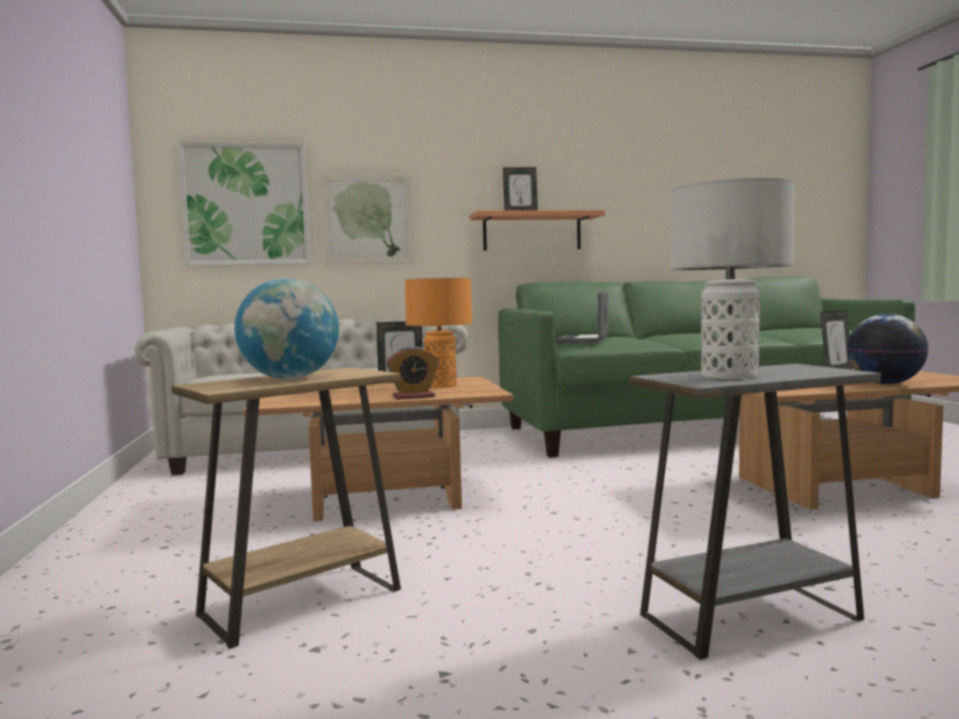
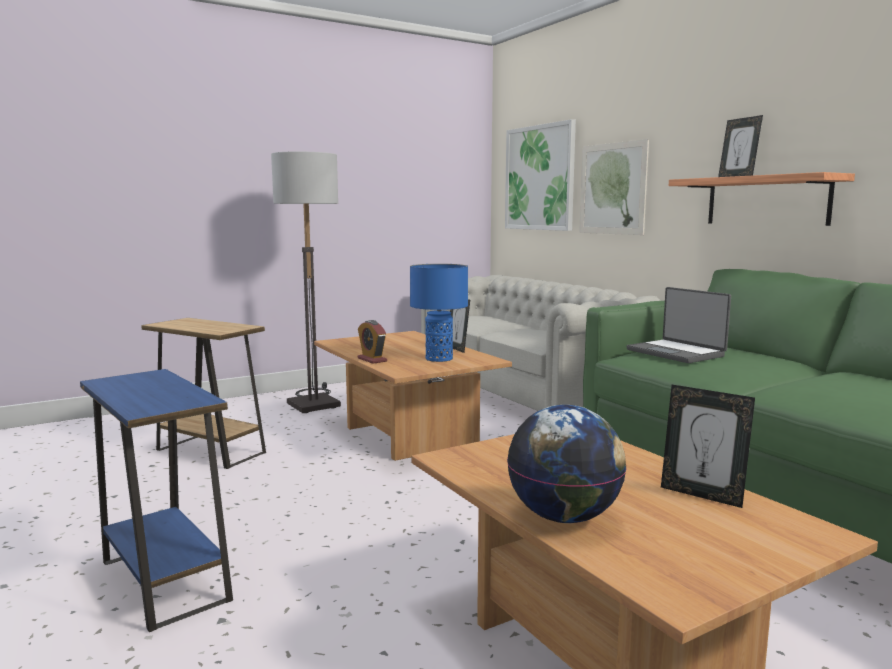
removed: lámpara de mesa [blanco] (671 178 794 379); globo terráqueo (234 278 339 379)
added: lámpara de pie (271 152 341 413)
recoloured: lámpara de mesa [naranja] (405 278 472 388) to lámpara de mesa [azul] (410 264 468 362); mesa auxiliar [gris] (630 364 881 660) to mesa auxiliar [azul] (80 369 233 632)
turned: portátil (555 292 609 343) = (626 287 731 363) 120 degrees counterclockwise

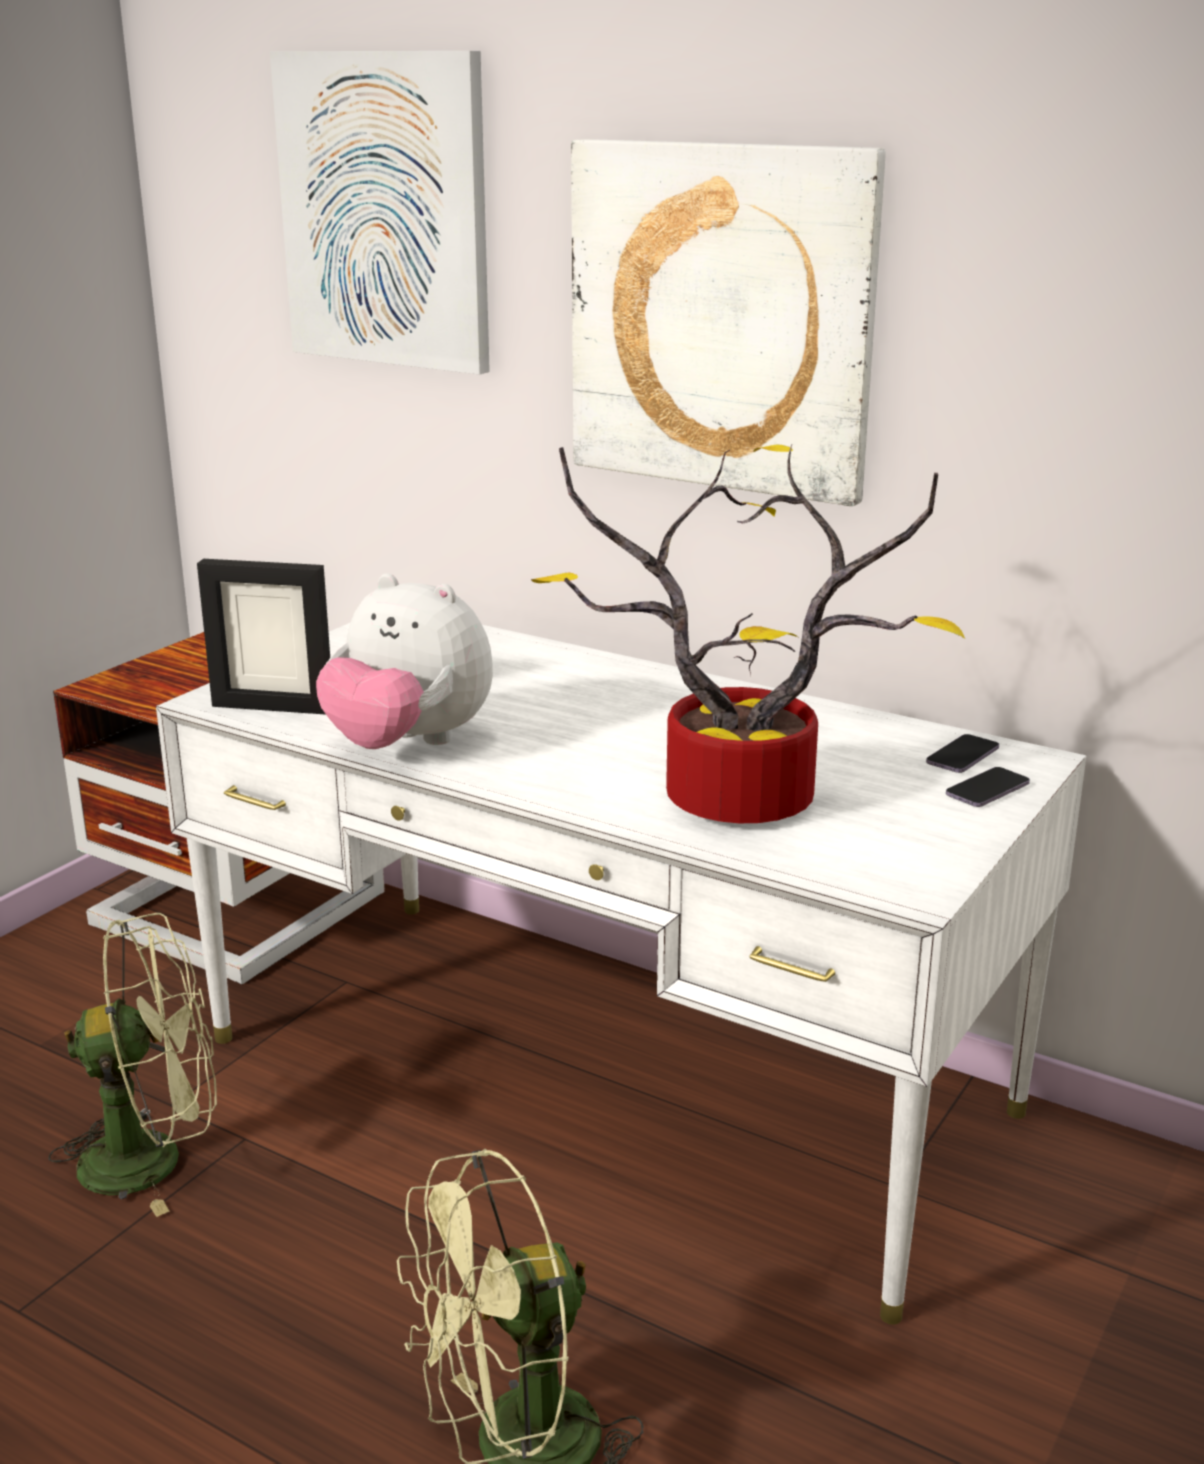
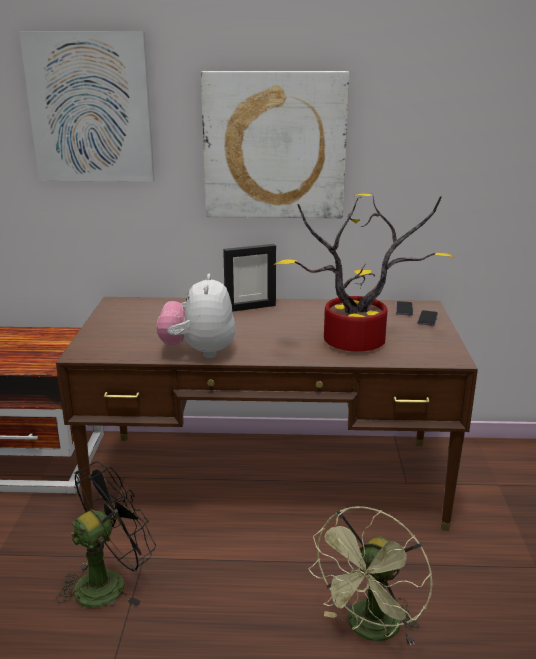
moved: portarretratos (197 559 330 715) to (223 244 276 312)
recoloured: escritorio [blanco] (156 622 1086 1325) to escritorio [marrón] (56 297 478 531); ventilador [verde] (48 913 217 1217) to ventilador [negro] (56 462 156 608)
turned: peluche (316 573 493 749) = (157 274 235 358) 90 degrees clockwise

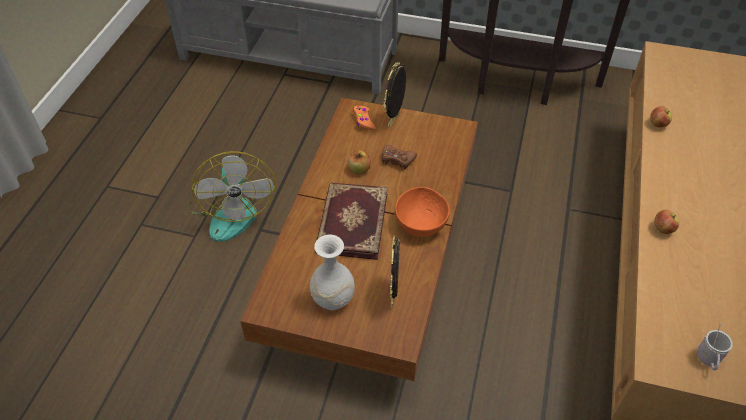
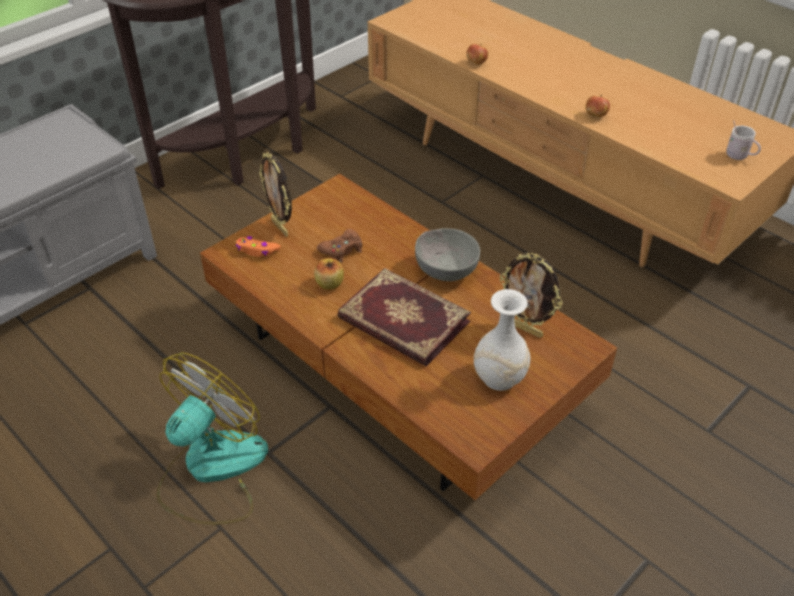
recoloured: cuenco [naranja] (395 187 450 237) to cuenco [gris] (415 228 480 281)
turned: ventilador (187 151 276 242) = (157 352 269 525) 75 degrees counterclockwise

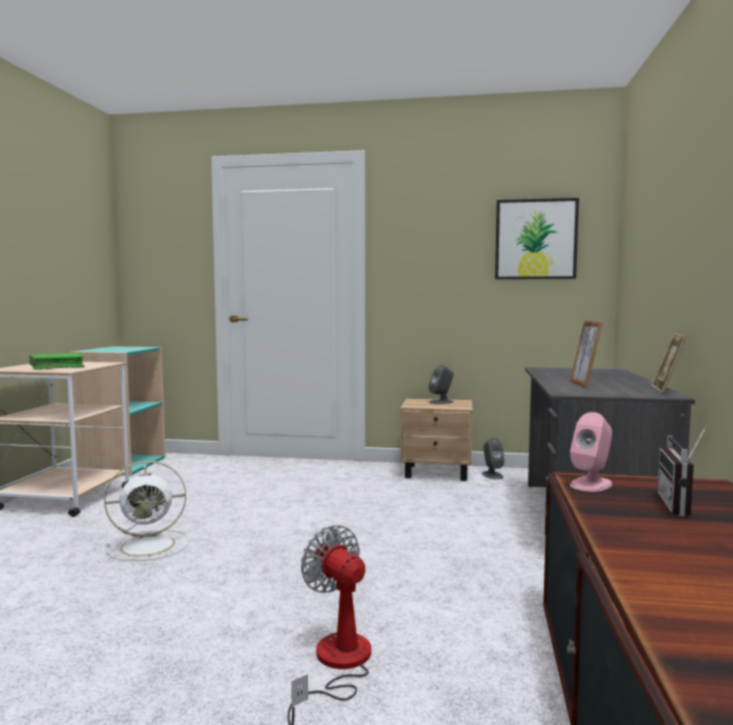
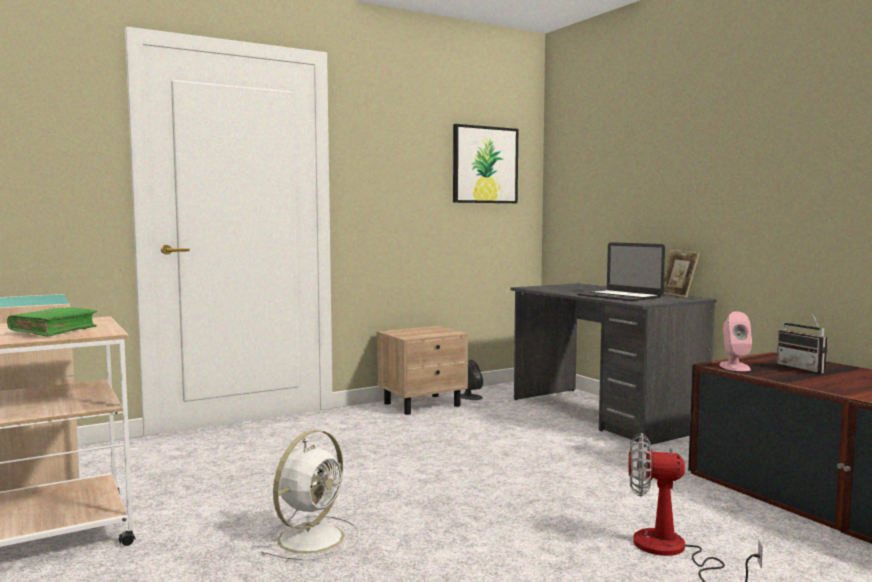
removed: altavoz [gris] (429 364 454 404)
replaced: portarretratos (570 320 603 388) to portátil (577 242 665 301)

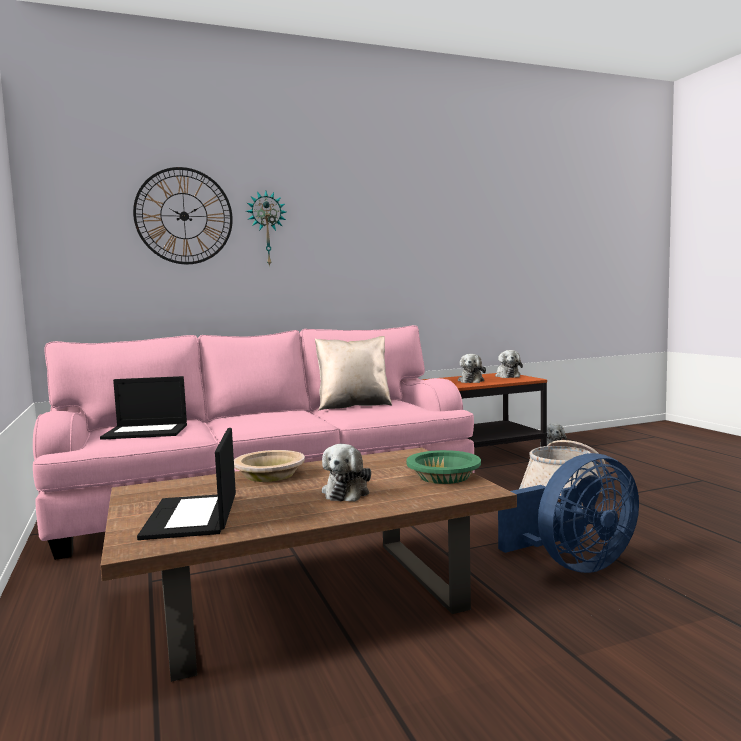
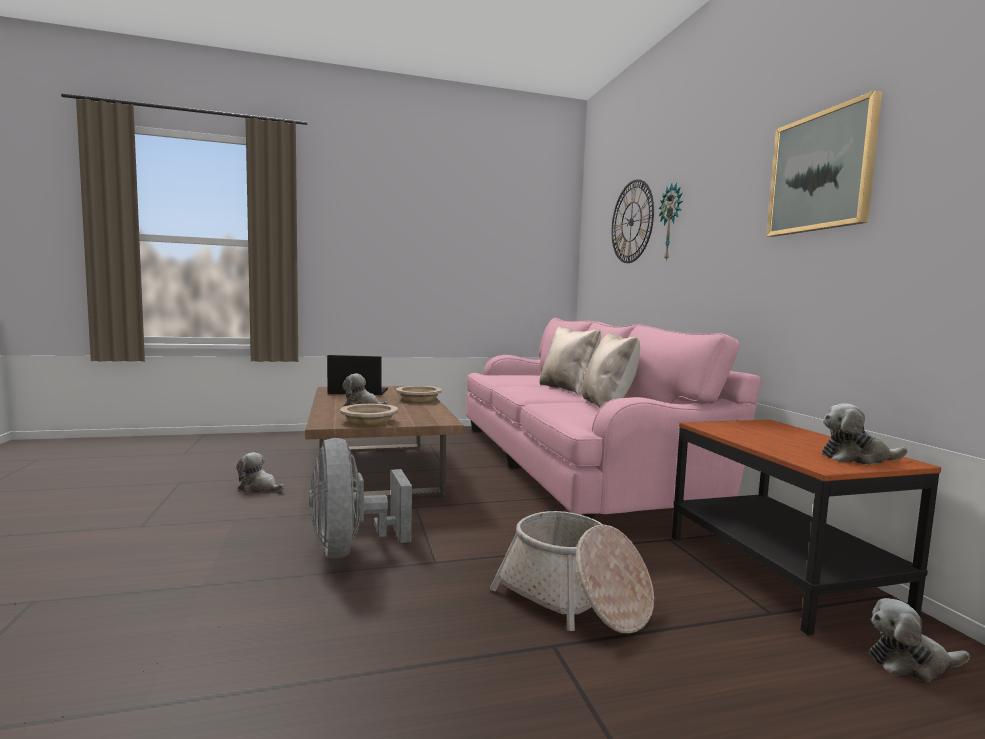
removed: portátil (100 376 187 440)
added: cuadro (767 90 882 237); cojín [beis] (540 326 601 394)
moved: peluche (458 354 486 383) to (236 452 285 493)
recoloured: cuenco [verde] (406 450 481 484) to cuenco [beis] (340 404 398 426); ventilador [azul] (498 453 639 573) to ventilador [gris] (309 438 412 559)

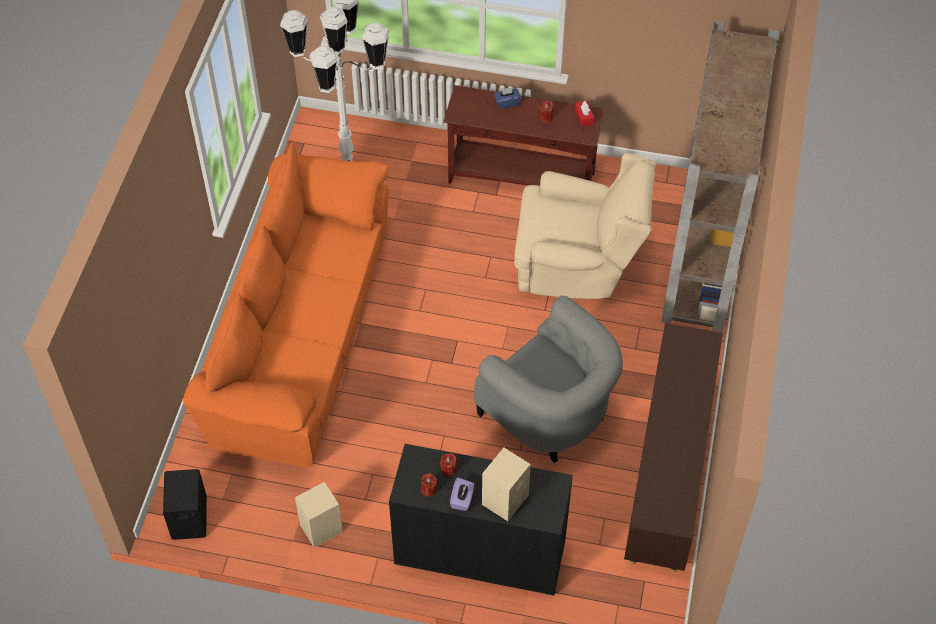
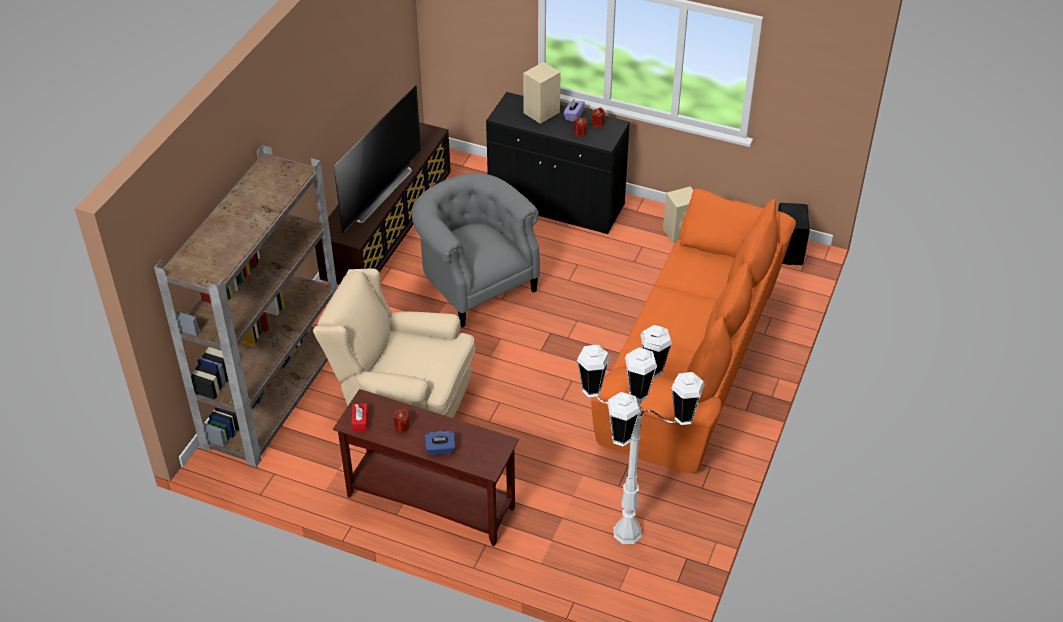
added: televisor (334 85 421 234)

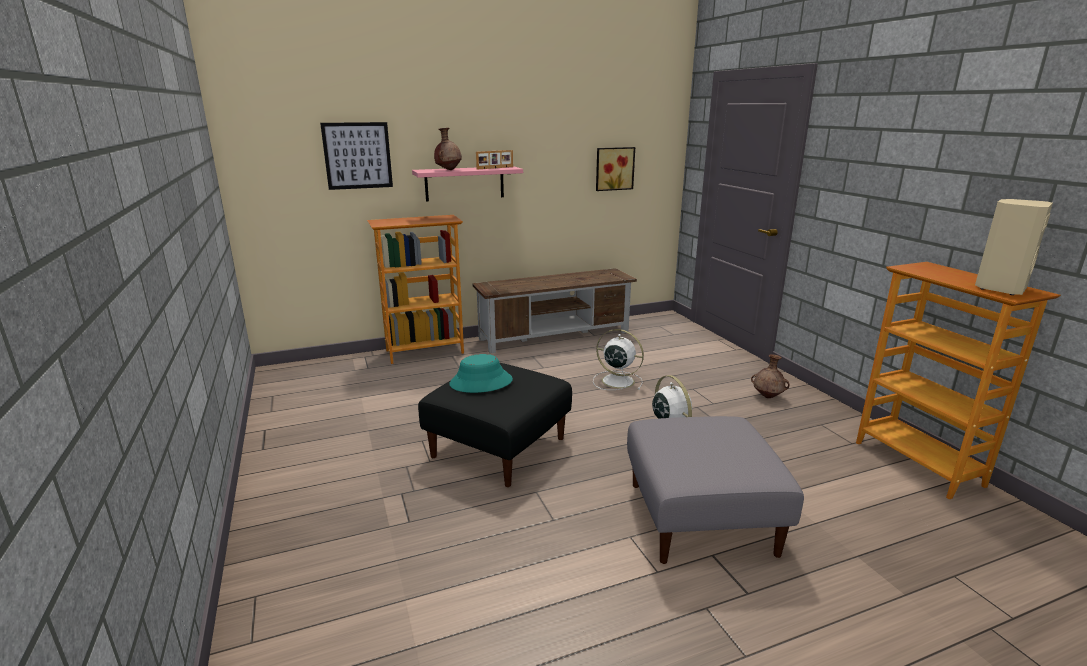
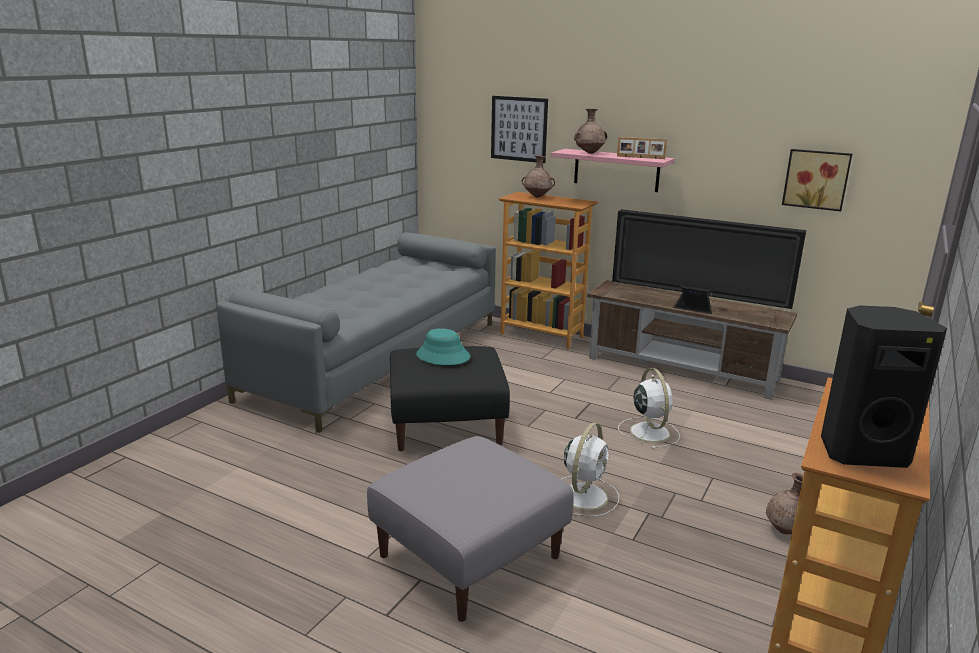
added: florero [marrón] (521 156 555 198); televisor (612 209 806 314); sofá [gris] (216 232 496 433)
recoloured: altavoz [beis] (975 199 1053 295) to altavoz [negro] (821 306 947 468)

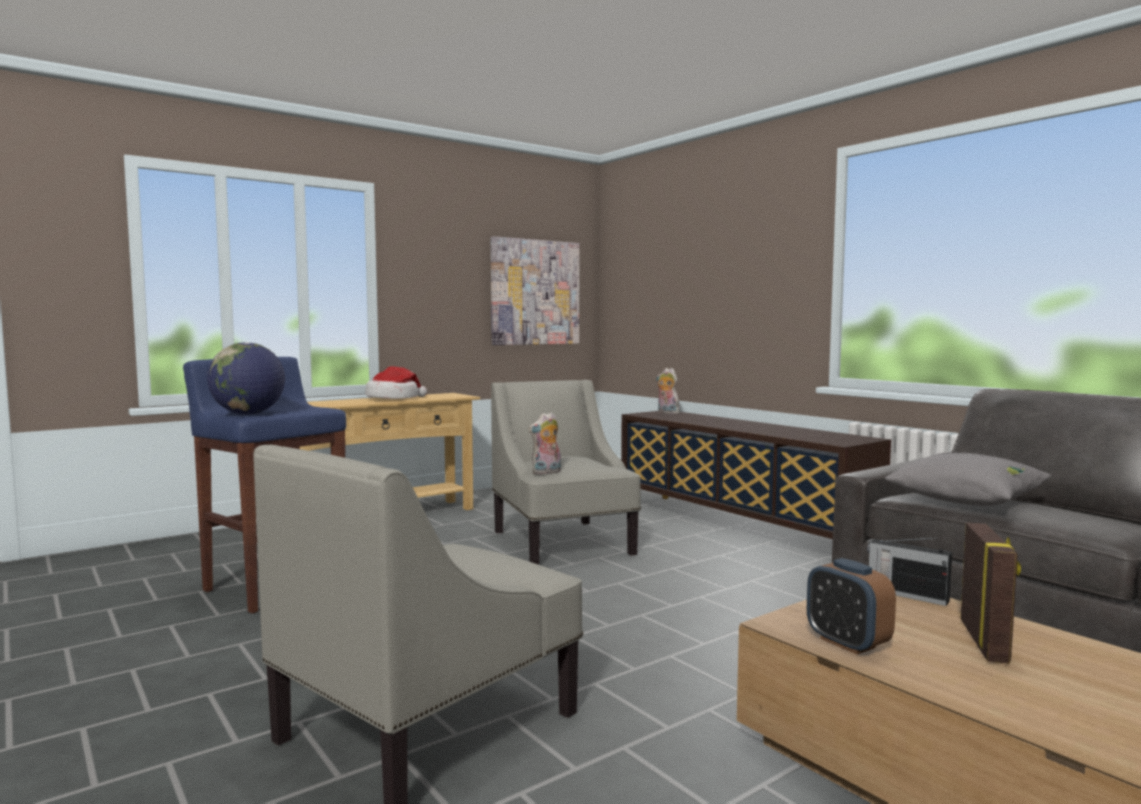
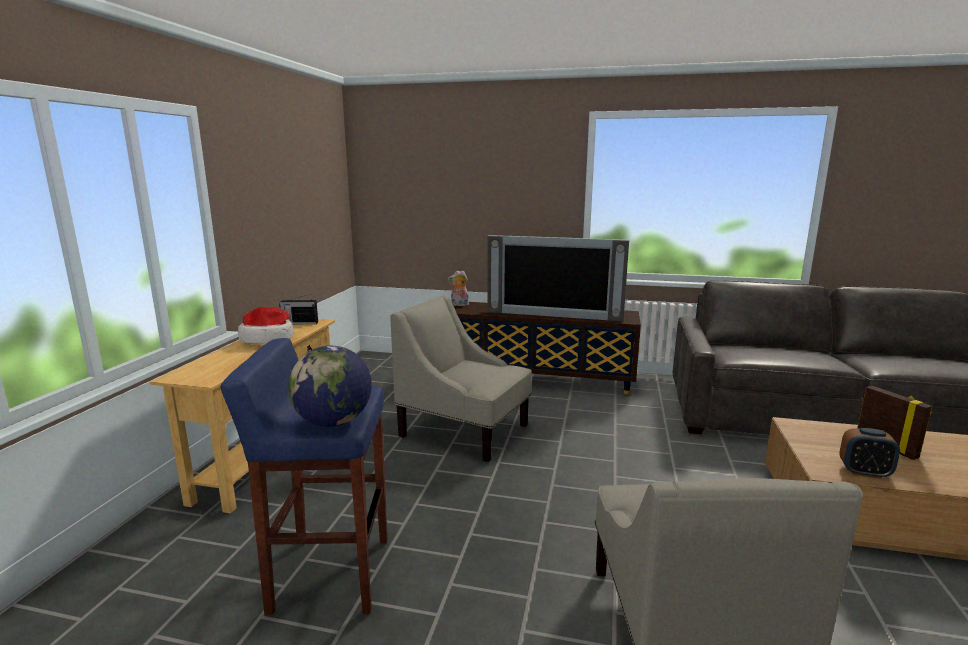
removed: cuadro (490 236 579 345); peluche (528 413 561 474); cojín [gris] (885 452 1051 506)
added: televisor (487 235 629 322)
moved: radio (867 538 952 606) to (279 295 318 324)

